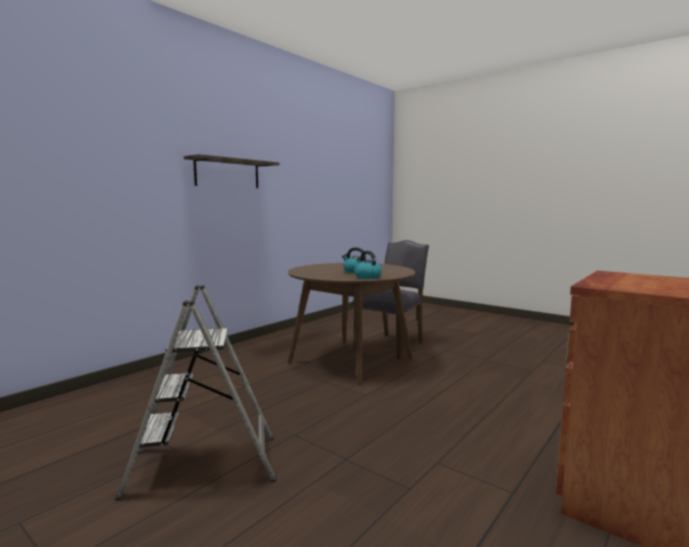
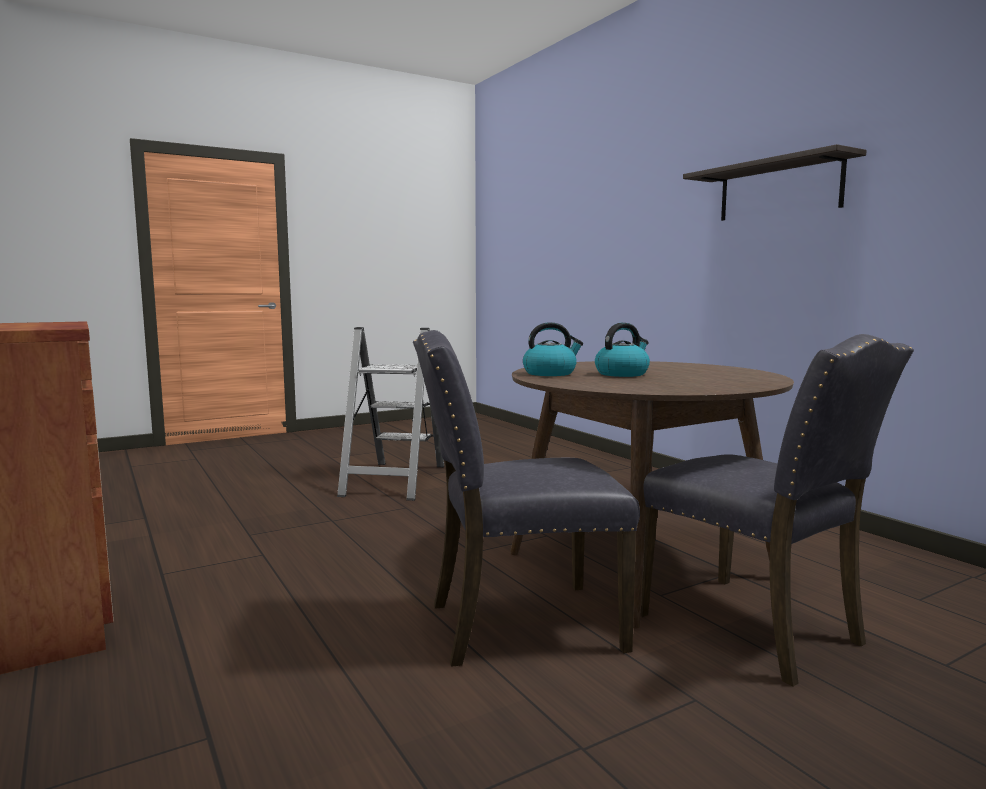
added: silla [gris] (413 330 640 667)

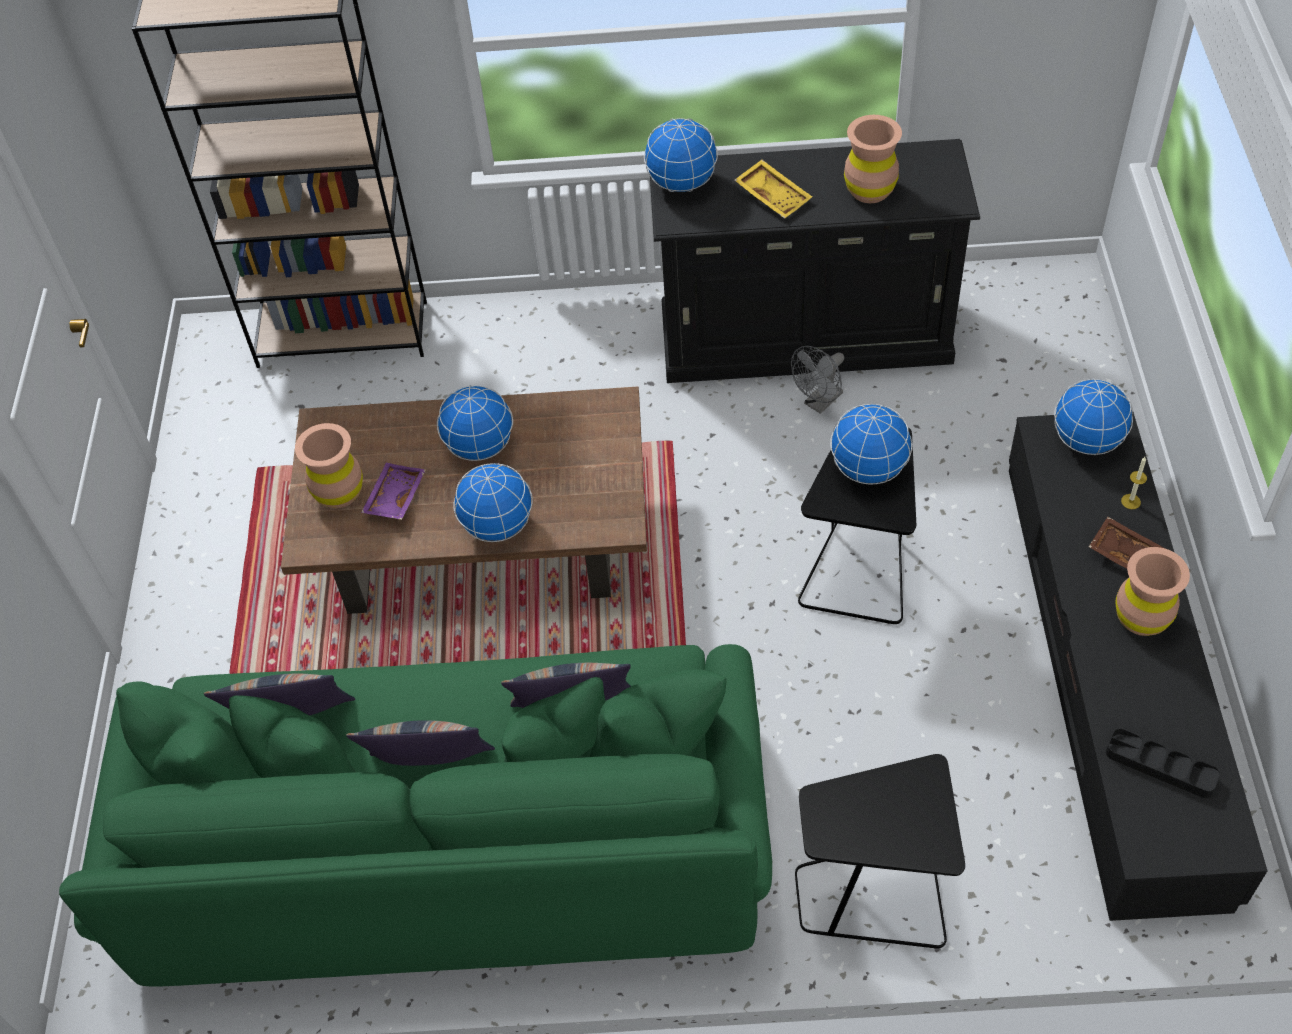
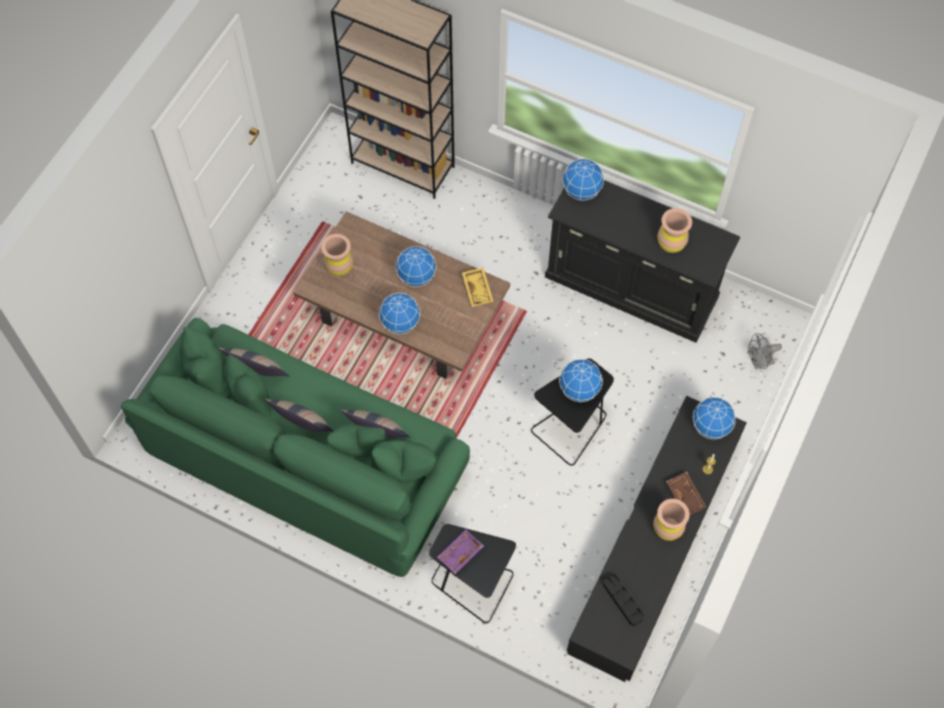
moved: bandeja [amarillo] (735 160 812 219) to (462 268 493 307); ventilador [gris] (791 346 844 414) to (748 333 782 369); bandeja [morado] (361 463 426 520) to (437 530 484 574)

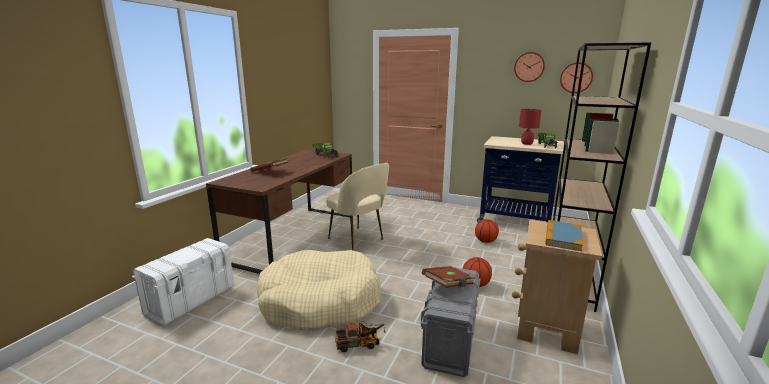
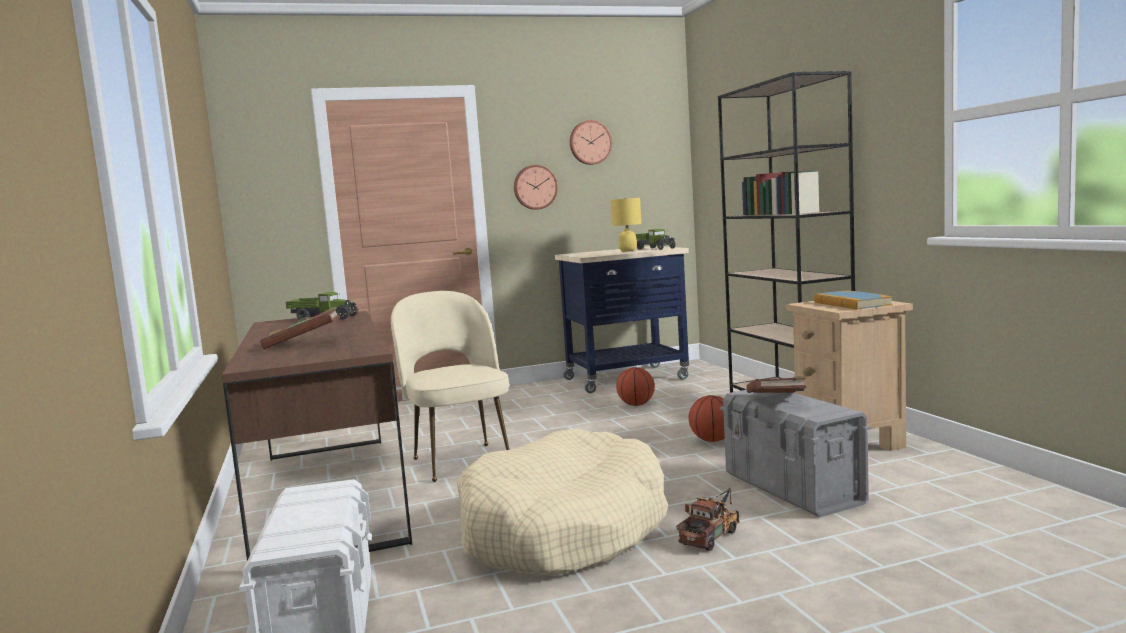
moved: reloj de pared (560 62 593 93) to (514 165 558 210)
recoloured: lámpara de mesa [rojo] (519 109 542 145) to lámpara de mesa [amarillo] (610 198 641 252)
turned: silla [beis] (326 163 389 251) = (391 291 509 482) 120 degrees counterclockwise

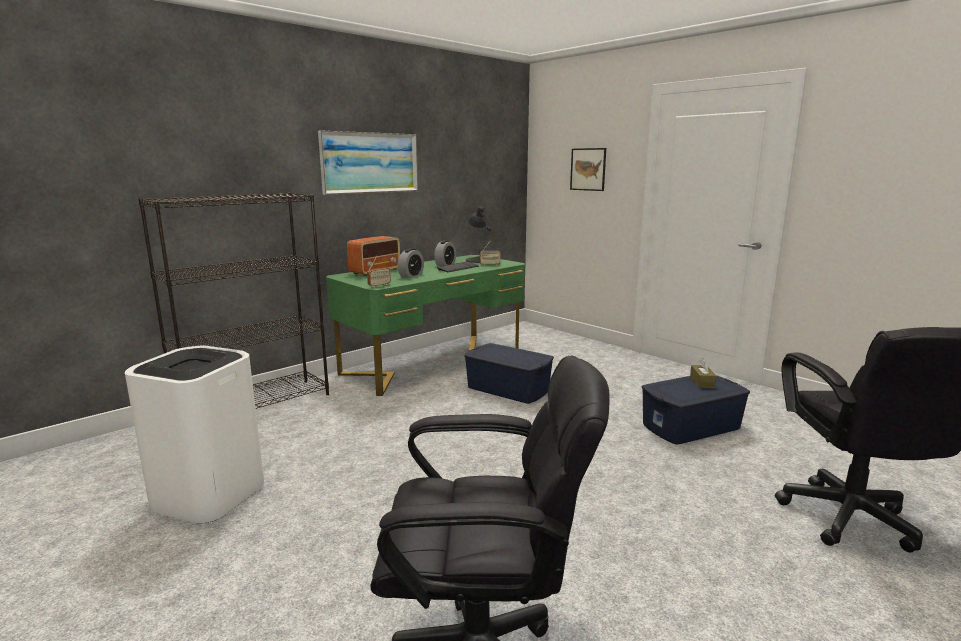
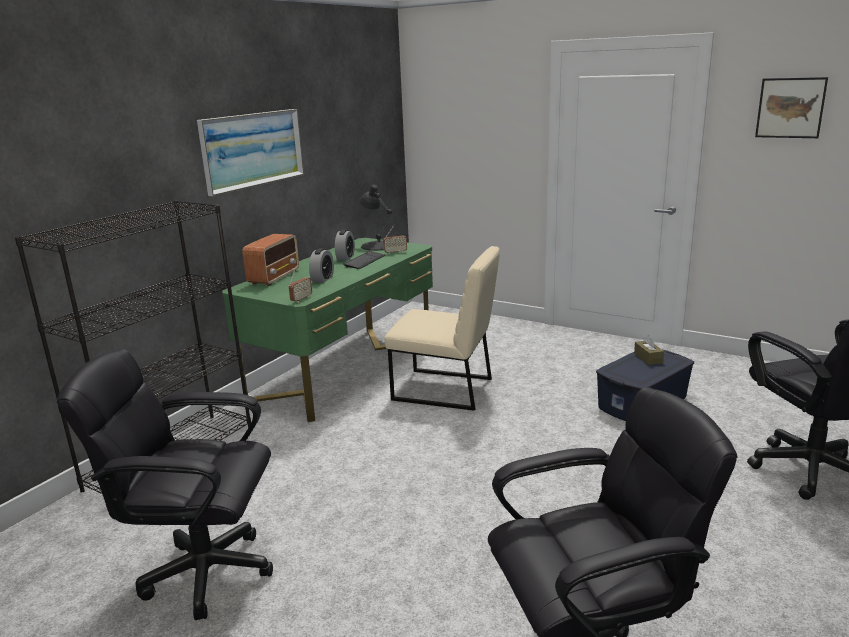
moved: cuadro (570 148 606 191) to (755 77 828 138)
replaced: caja de almacenaje [azul] (464 343 554 404) to silla [beis] (385 246 500 411); papelera [blanco] (125 345 264 524) to silla de oficina [negro] (57 349 273 620)

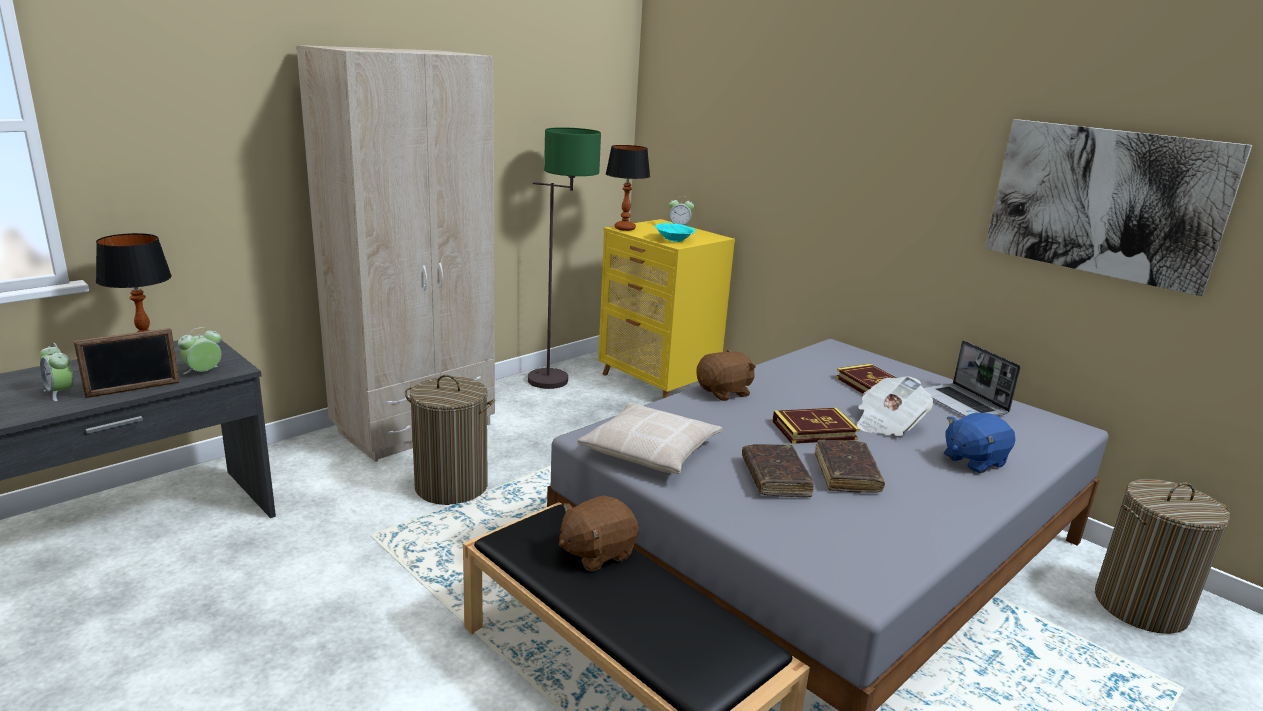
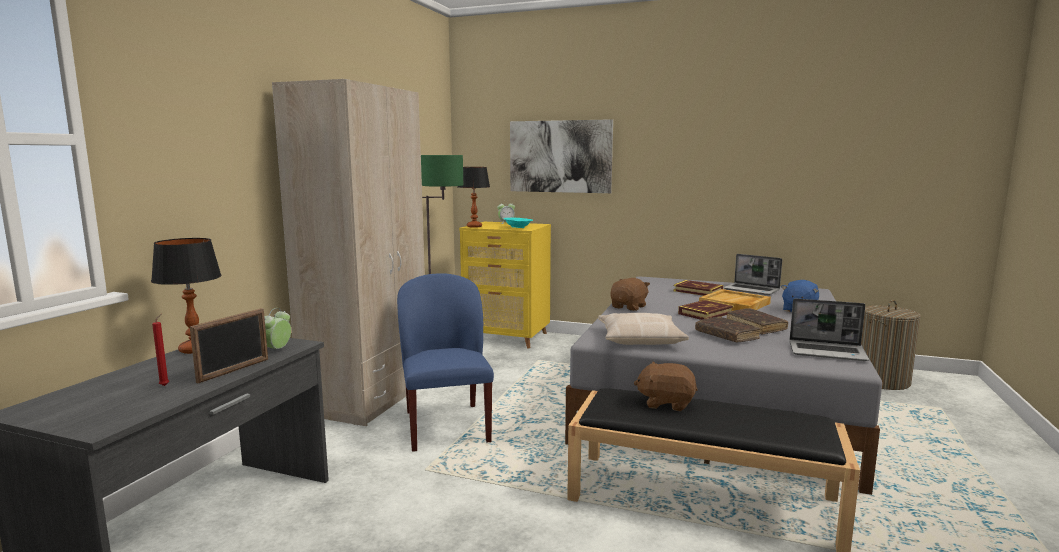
added: portátil (789 298 869 361)
moved: cuadro (985 119 1252 296) to (510 119 613 193)
replaced: despertador (40 343 73 401) to vela [rojo] (152 314 169 386); cesto de la ropa (405 375 495 505) to silla [azul] (397 273 494 452); periódico (857 376 933 436) to bandeja [beis] (699 289 771 311)
turned: peluche [marrón] (559 496 639 572) = (634 362 698 411) 75 degrees clockwise

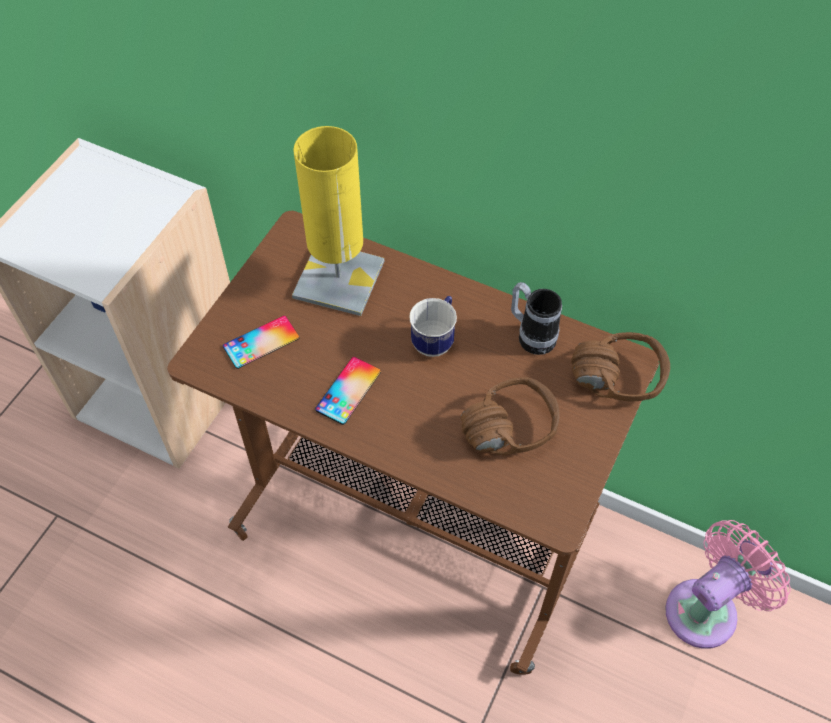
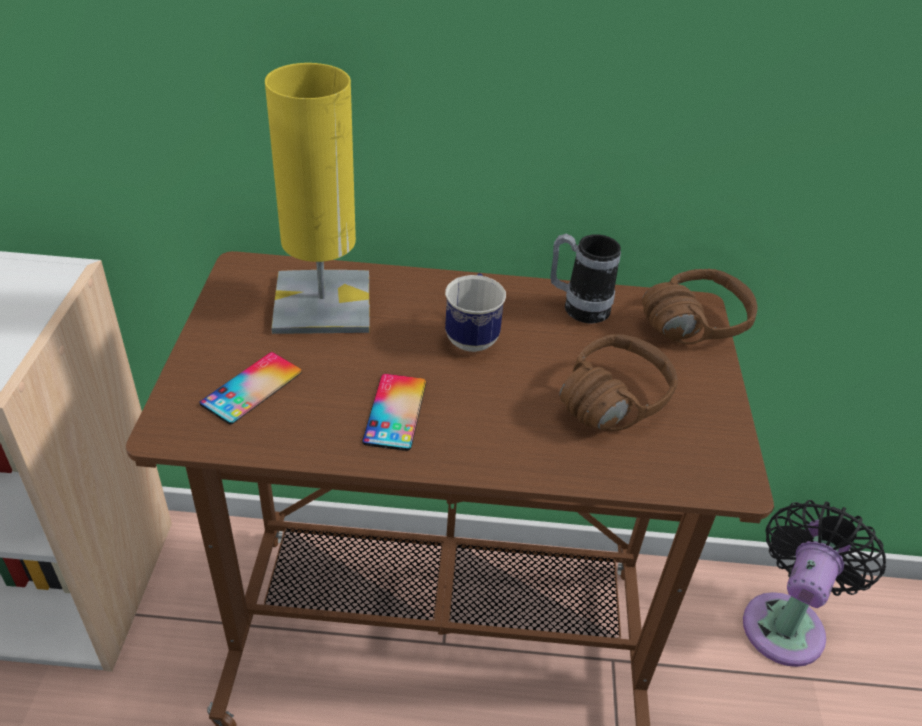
recoloured: ventilador [rosa] (666 520 791 649) to ventilador [negro] (743 500 886 667)

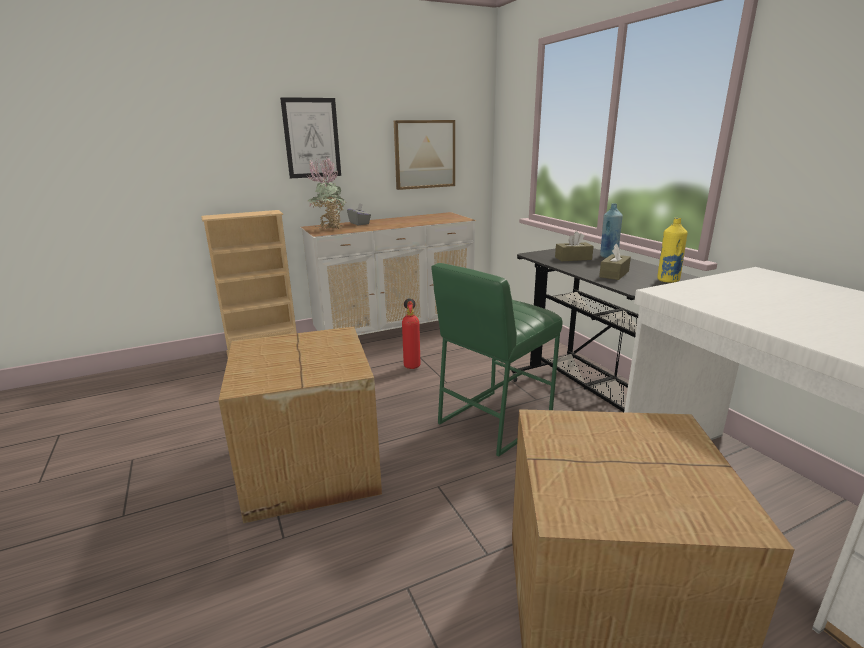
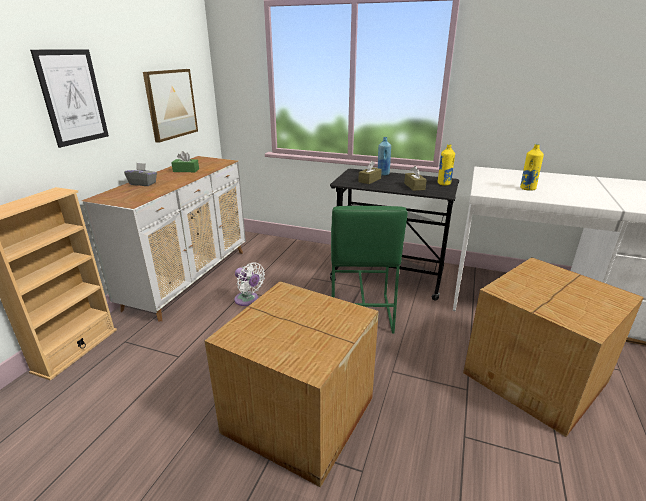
removed: planta en maceta (306 157 346 230)
added: botella [amarillo] (520 144 544 191); caja de pañuelos [verde] (171 151 199 172)
replaced: extintor (402 298 420 369) to ventilador [blanco] (234 263 265 306)

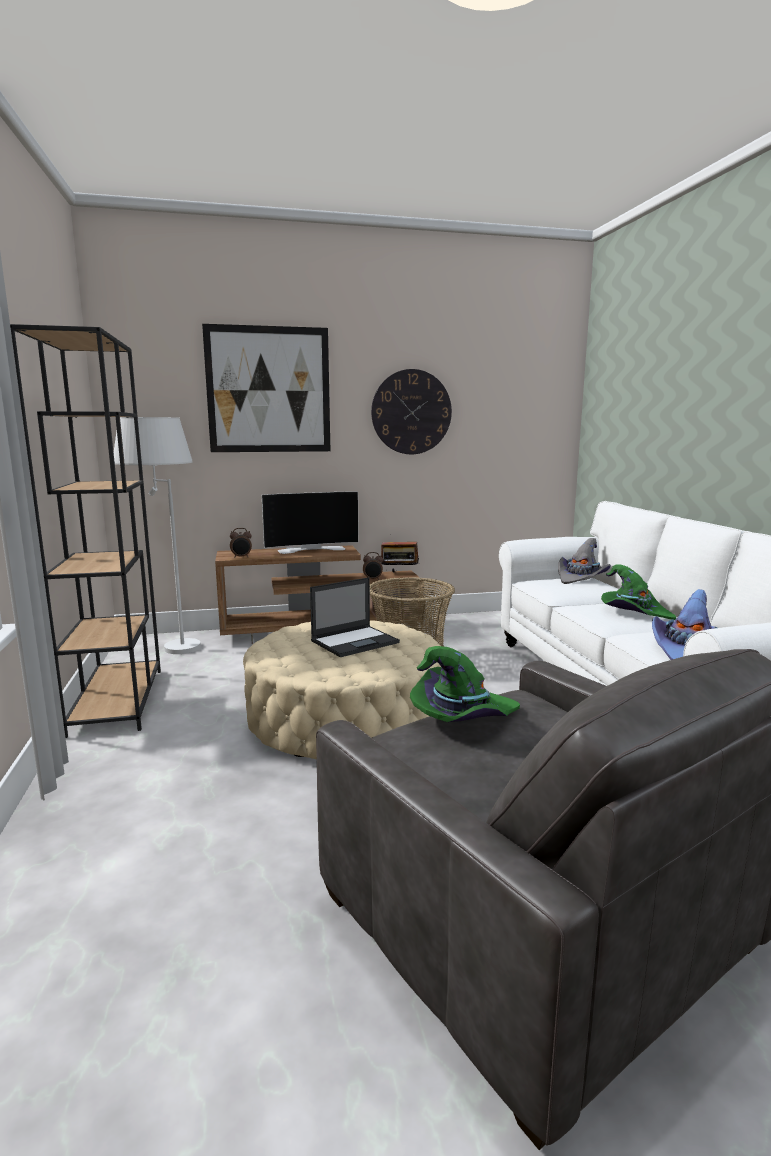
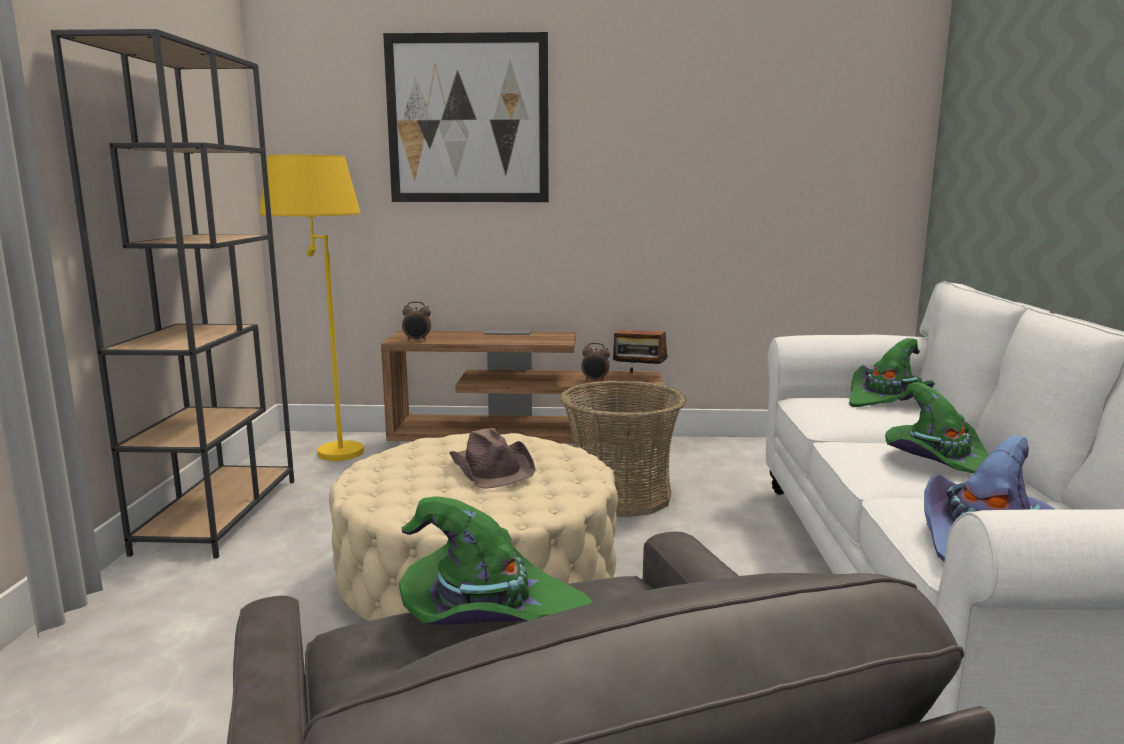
removed: reloj de pared (371 369 452 454); televisor (262 491 359 554)
replaced: portátil (310 577 400 657) to sombrero [marrón] (449 428 536 489)
recoloured: lámpara de pie [blanco] (114 417 201 654) to lámpara de pie [amarillo] (259 154 364 461); sombrero [gris] (558 538 611 584) to sombrero [verde] (849 338 935 407)

